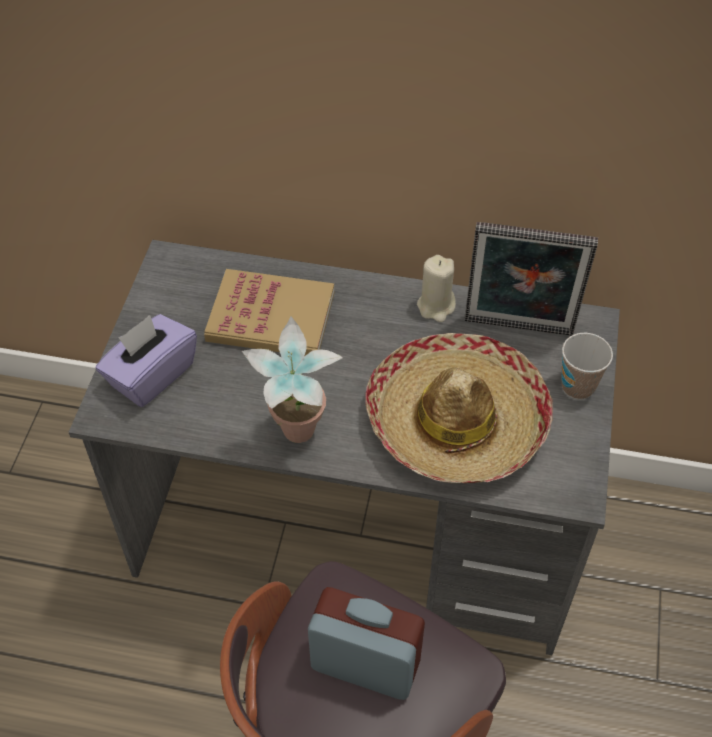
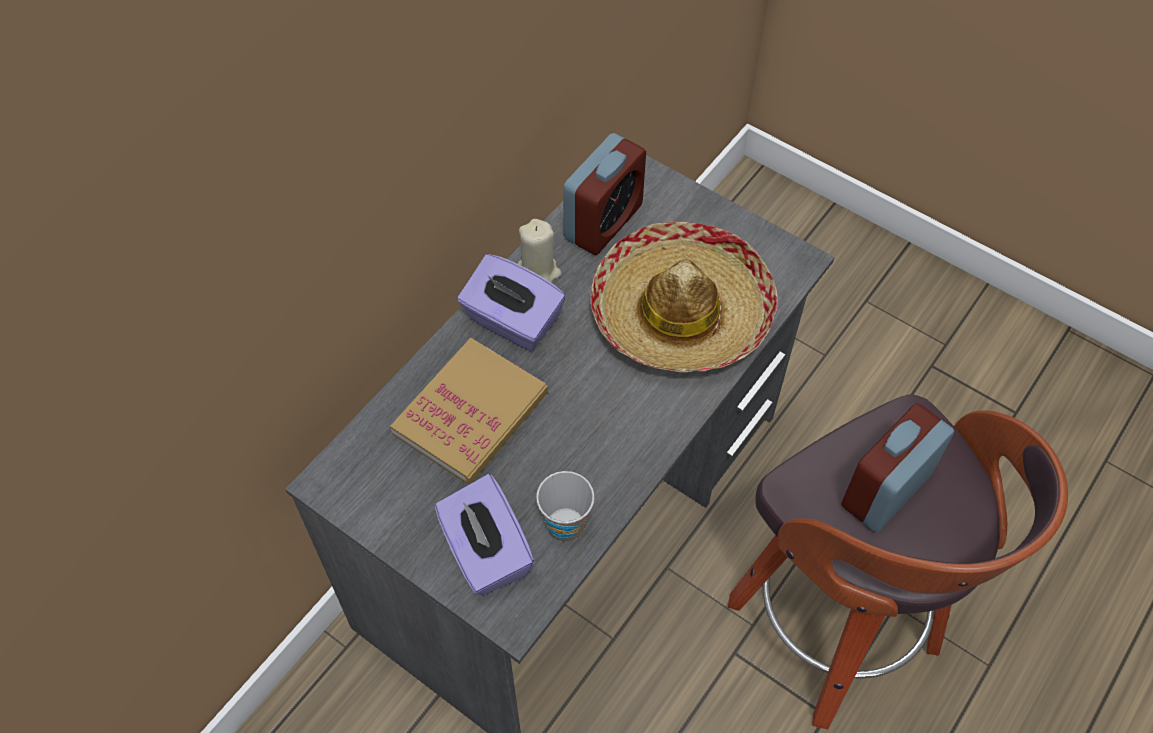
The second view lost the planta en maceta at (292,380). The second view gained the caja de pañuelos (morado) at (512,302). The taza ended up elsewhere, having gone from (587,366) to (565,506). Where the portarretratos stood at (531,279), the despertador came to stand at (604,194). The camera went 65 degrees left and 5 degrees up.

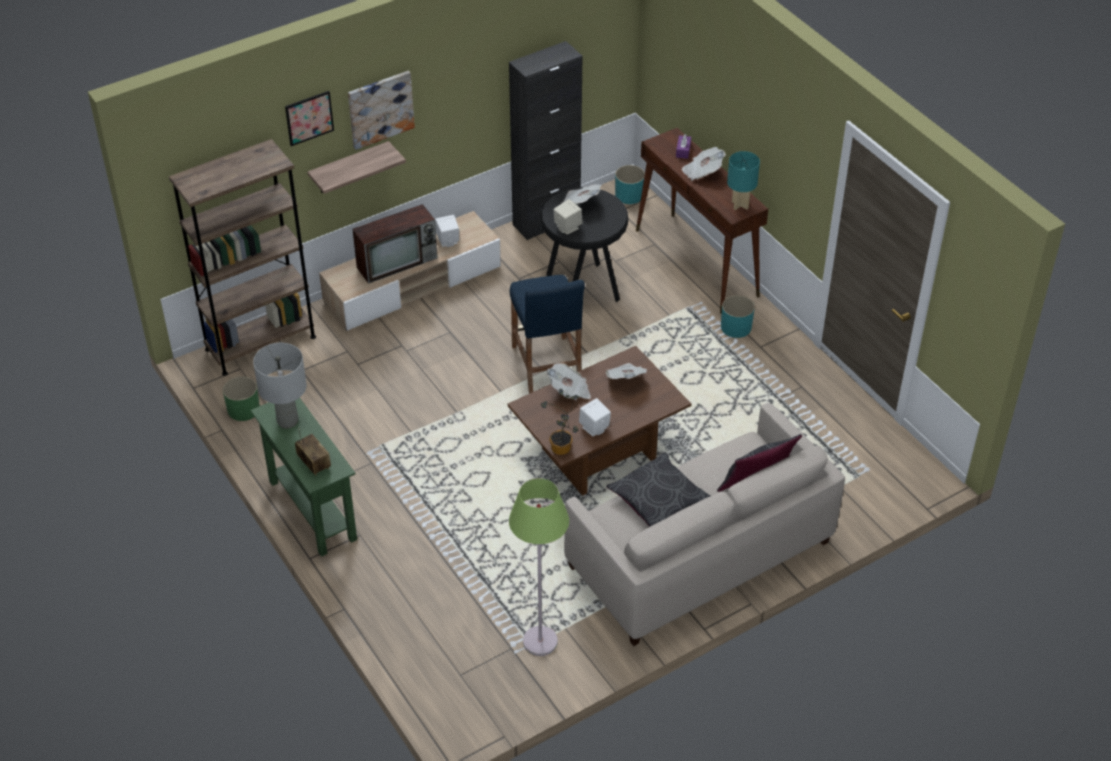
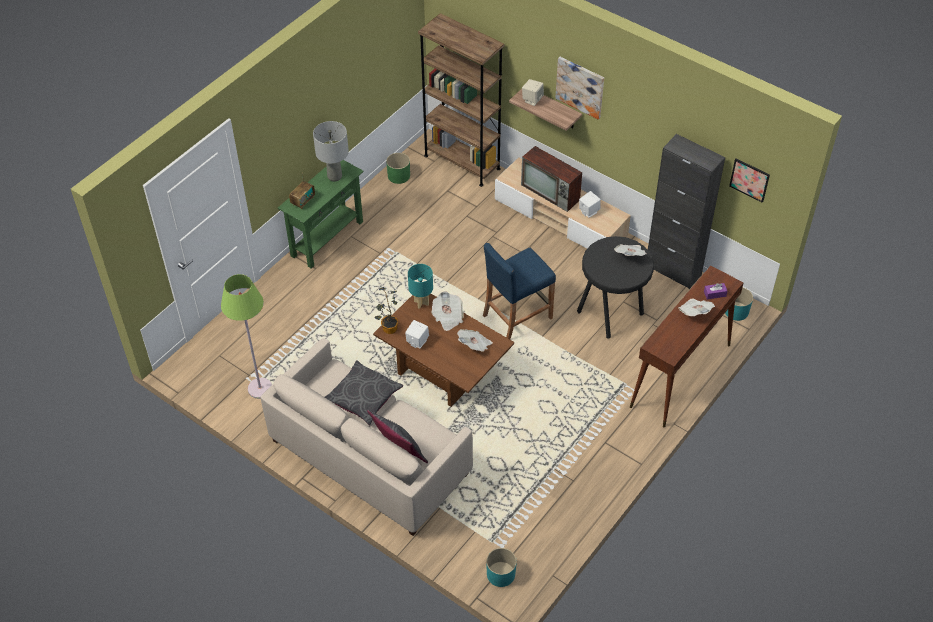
The cuadro ended up elsewhere, having gone from (309,118) to (749,181). The altavoz (beis) ended up elsewhere, having gone from (568,217) to (533,92). The maceta (turquesa) ended up elsewhere, having gone from (738,316) to (501,567). The lámpara de mesa (turquesa) ended up elsewhere, having gone from (743,180) to (420,286). The camera went 70 degrees right and 5 degrees up.

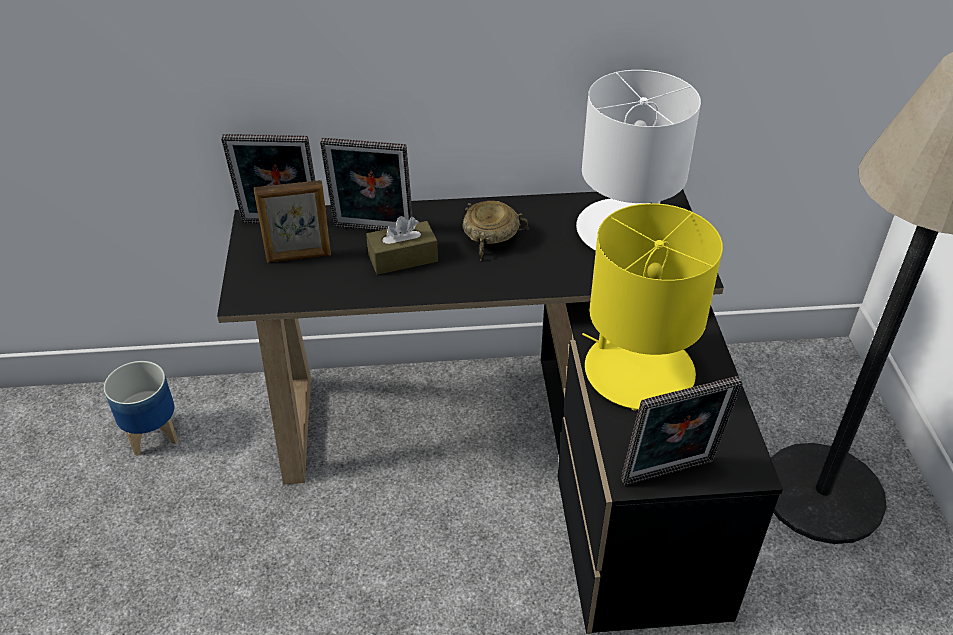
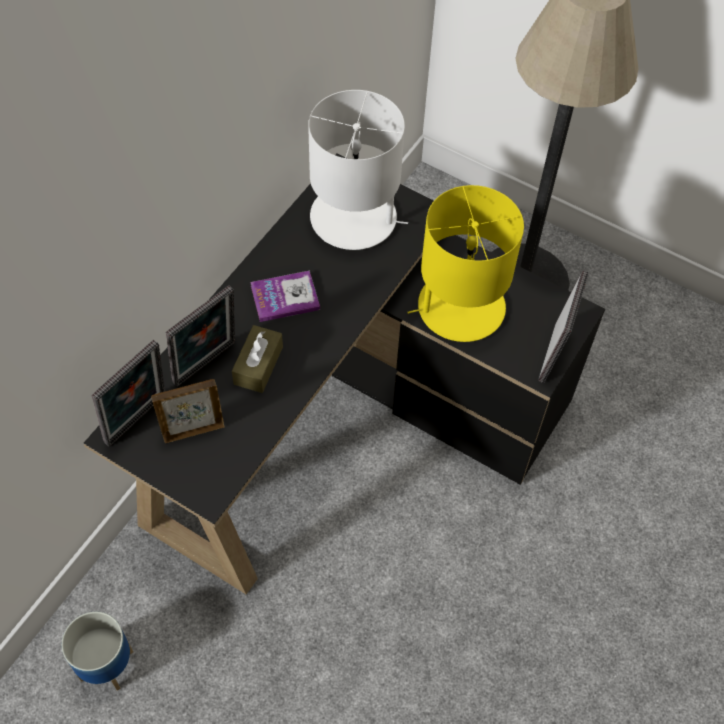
Where the cuenco (beis) stood at (496,231), the libro came to stand at (285,296). The portarretratos at (292,221) ended up facing another way, 135 degrees counterclockwise from before. The camera went 55 degrees left and 15 degrees up.

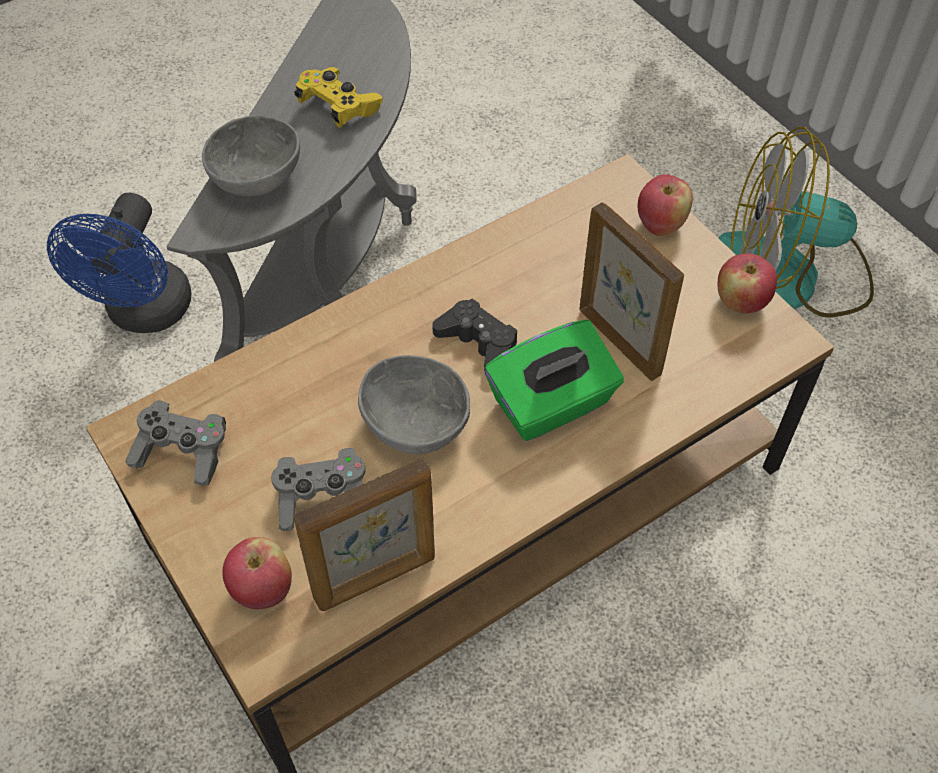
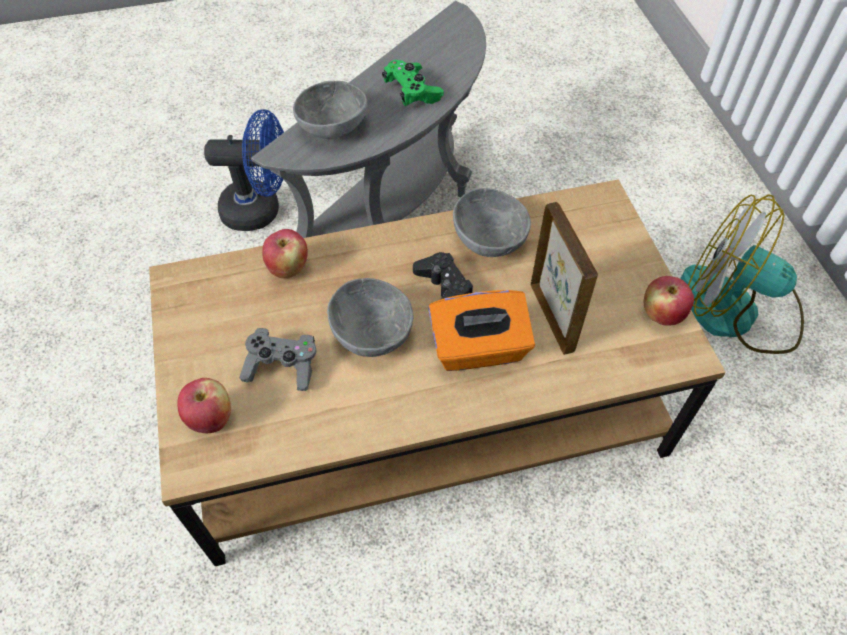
The second view lost the mando de consola (gris) at (176,442). The second view lost the portarretratos at (364,534). The second view gained the cuenco (gris) at (492,222). The manzana ended up elsewhere, having gone from (665,205) to (285,253). What was the mando de consola (amarillo) at (338,97) turned into the mando de consola (verde) at (413,83). What was the caja de pañuelos (verde) at (554,380) turned into the caja de pañuelos (naranja) at (481,330). The ventilador (azul) at (119,263) ended up facing another way, 120 degrees counterclockwise from before. The camera went 20 degrees right and 0 degrees up.

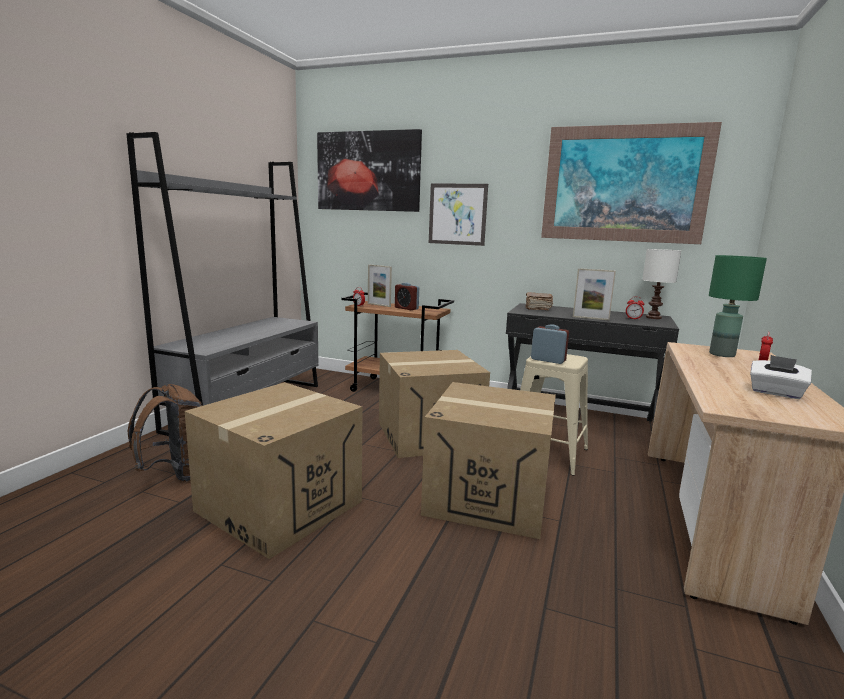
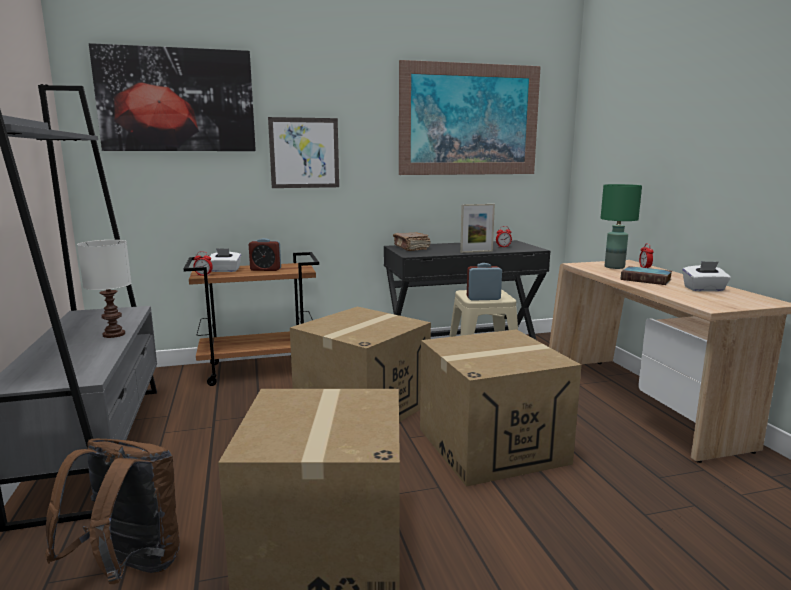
The second view gained the libro at (646,275). The lámpara de mesa (blanco) ended up elsewhere, having gone from (661,284) to (104,289). Where the portarretratos stood at (380,285), the caja de pañuelos (blanco) came to stand at (225,260). The camera went 35 degrees left and 0 degrees up.

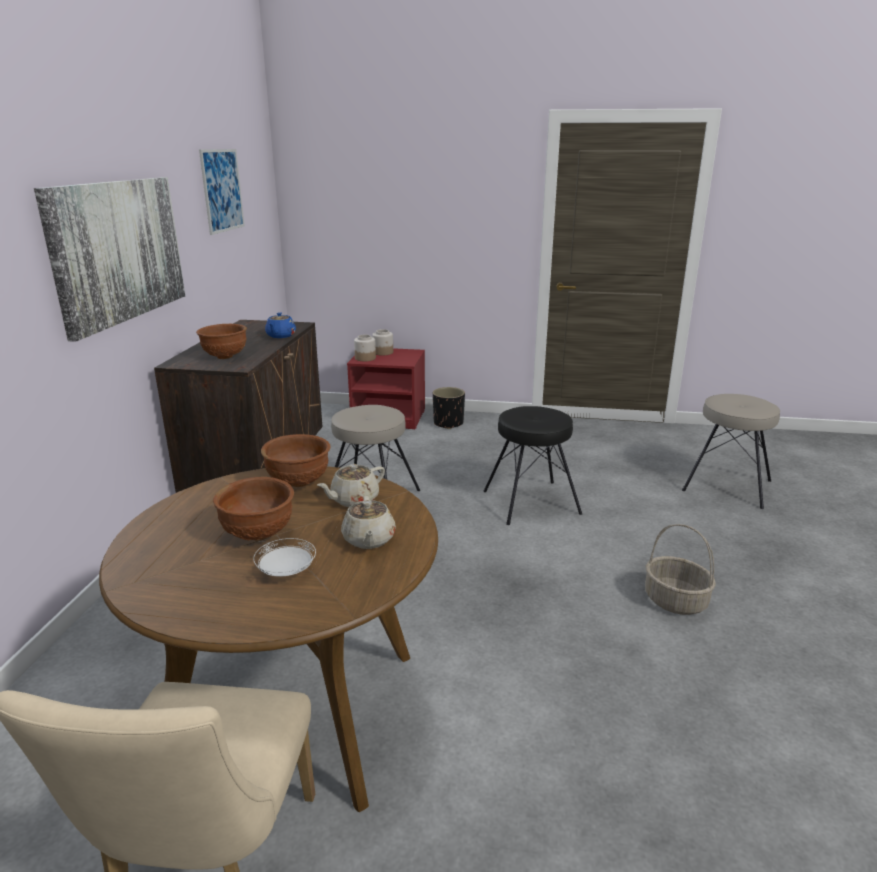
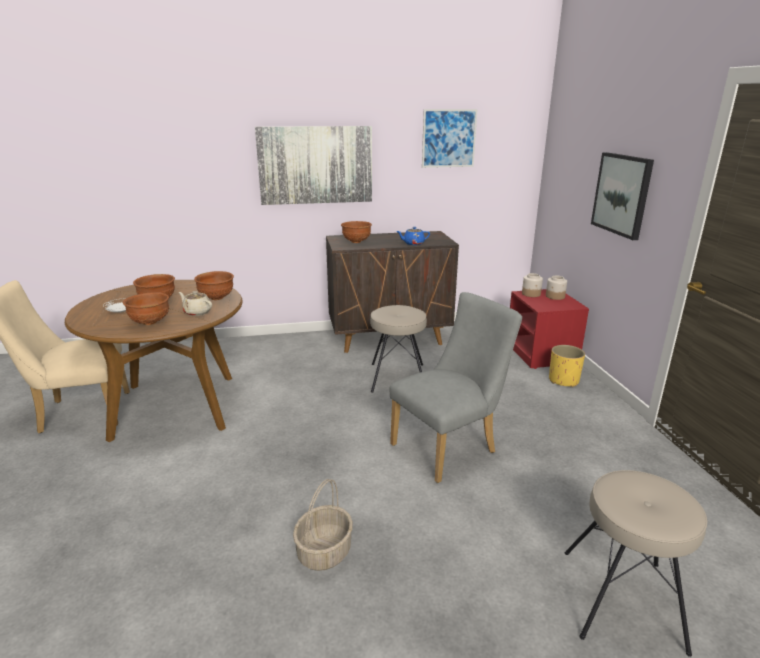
The second view gained the cuadro at (622,196). Where the tetera (beis) stood at (368,522), the cuenco (marrón) came to stand at (146,308). Where the taburete (negro) stood at (532,465), the silla (gris) came to stand at (455,387). What was the maceta (negro) at (449,408) turned into the maceta (amarillo) at (567,366). The camera went 70 degrees right and 0 degrees up.

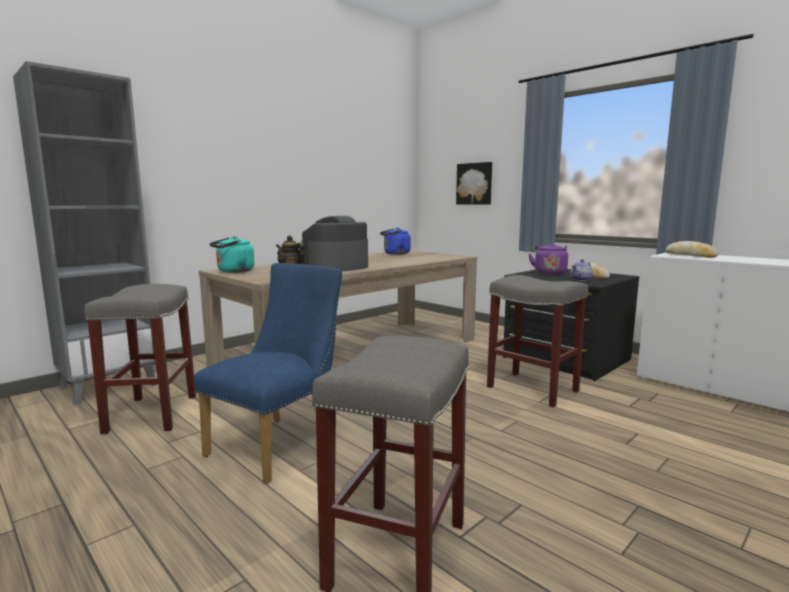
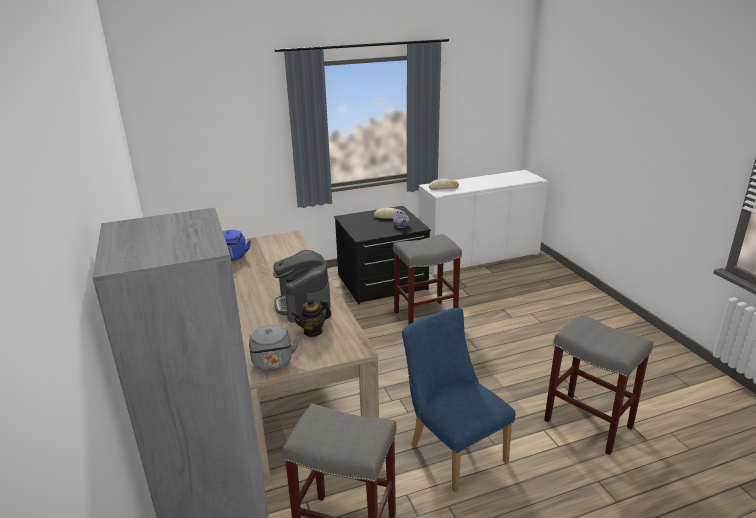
The second view lost the cuadro at (474,183). The second view lost the hervidor (morado) at (548,259). What was the hervidor (turquesa) at (232,254) turned into the hervidor (gris) at (274,348). The camera went 65 degrees left and 15 degrees up.

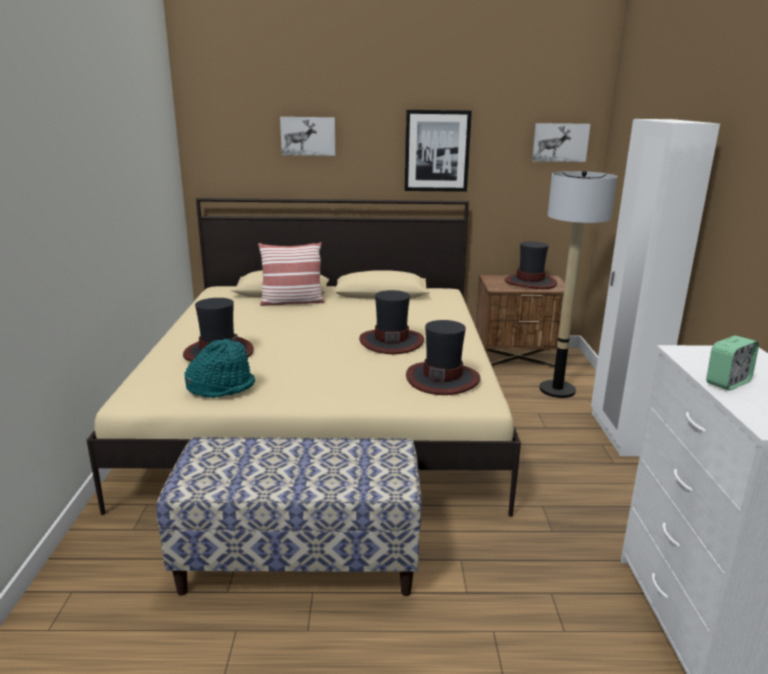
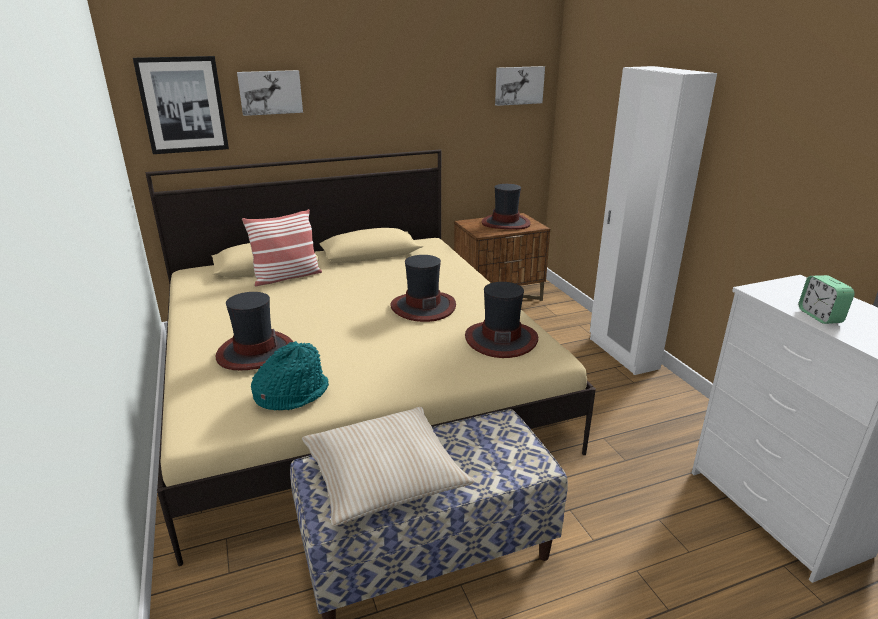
The second view lost the lámpara de pie at (578,284). The second view gained the cojín (beis) at (388,466). The cuadro ended up elsewhere, having gone from (438,151) to (181,105). The despertador at (732,363) ended up facing another way, 135 degrees clockwise from before. The camera went 20 degrees left and 5 degrees up.

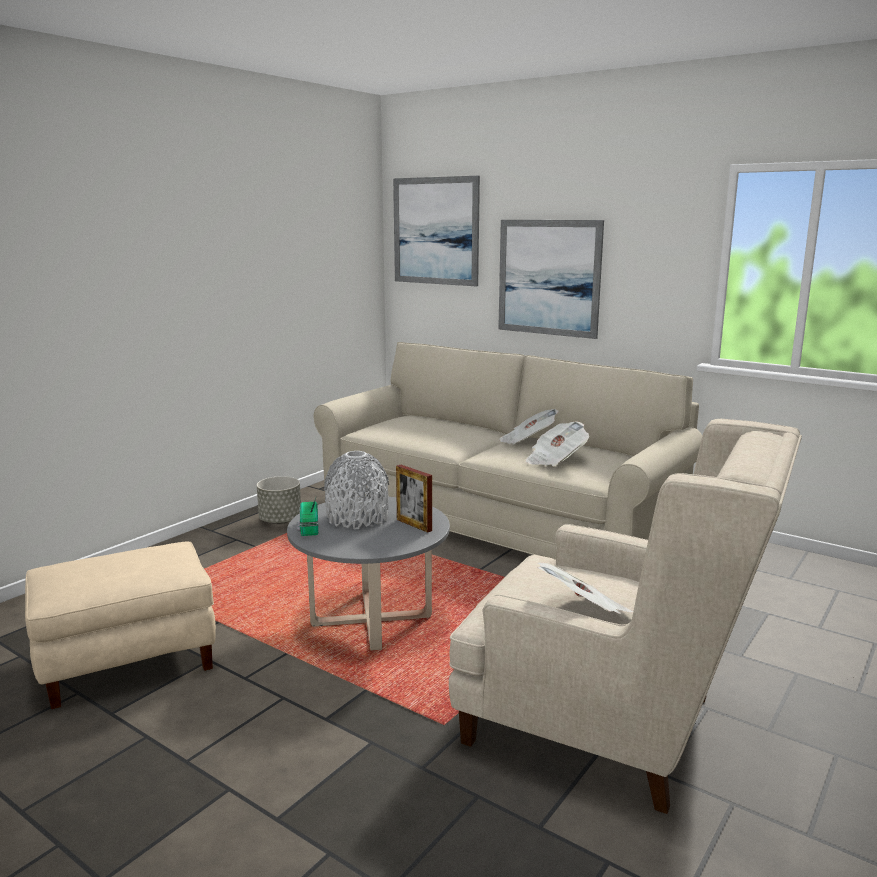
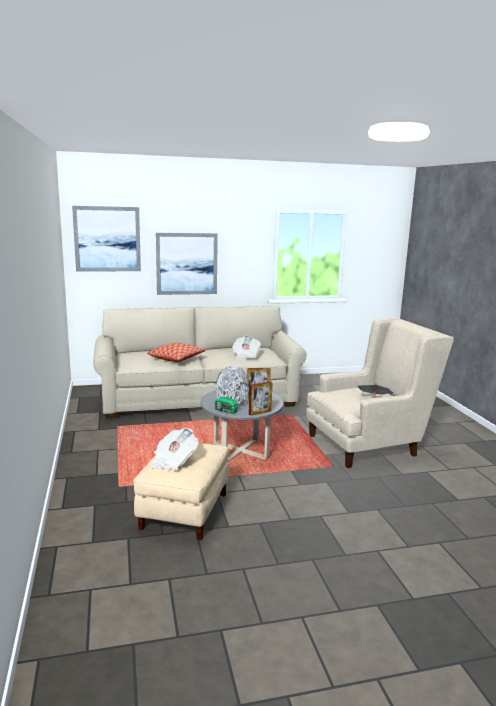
The second view lost the maceta (gris) at (279,500). The second view gained the cojín at (176,352). The second view gained the portarretratos at (261,398). The periódico ended up elsewhere, having gone from (529,427) to (174,449). The camera went 50 degrees left and 0 degrees up.

